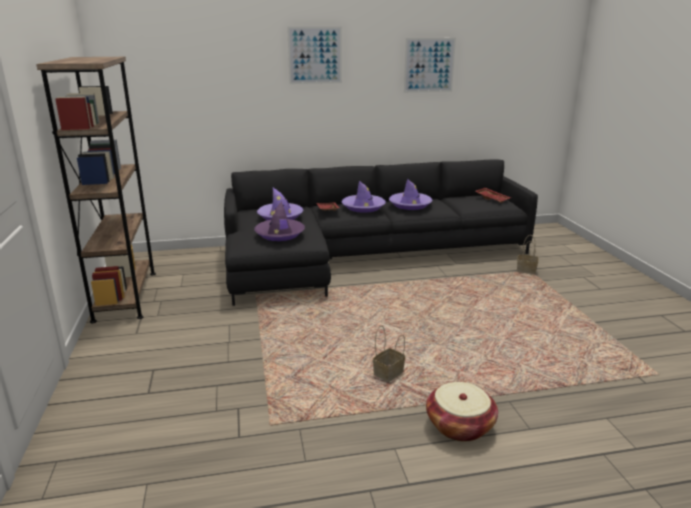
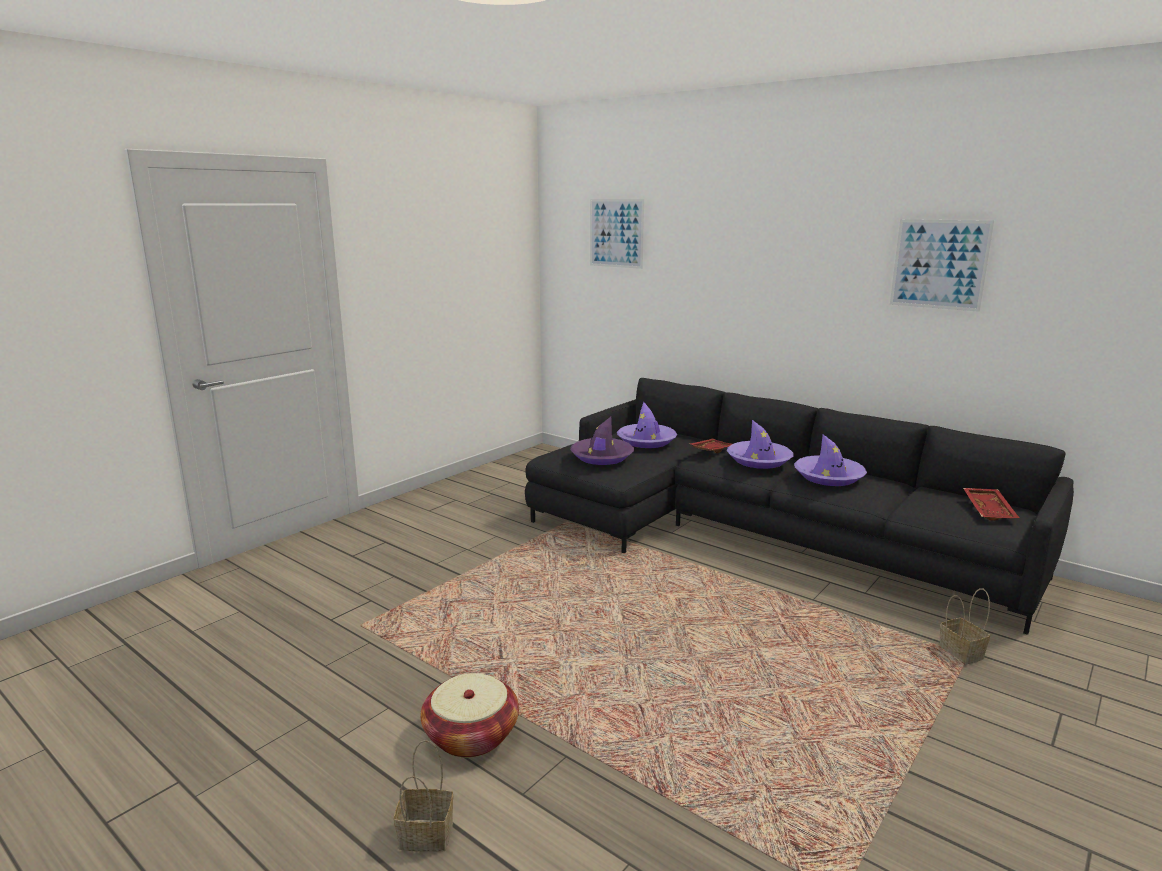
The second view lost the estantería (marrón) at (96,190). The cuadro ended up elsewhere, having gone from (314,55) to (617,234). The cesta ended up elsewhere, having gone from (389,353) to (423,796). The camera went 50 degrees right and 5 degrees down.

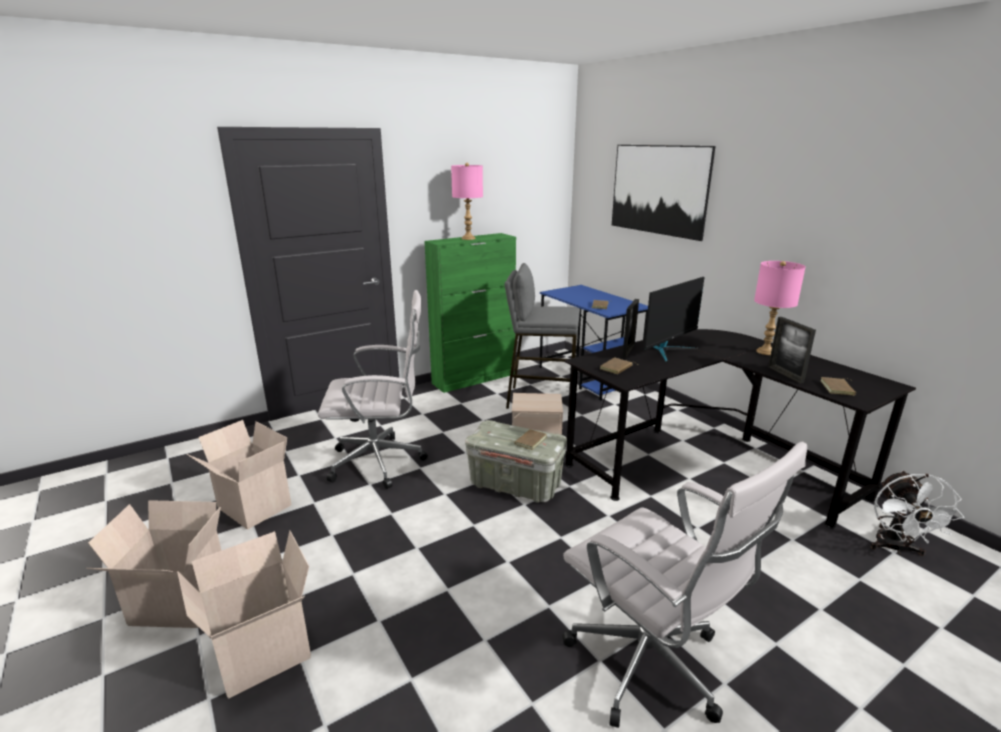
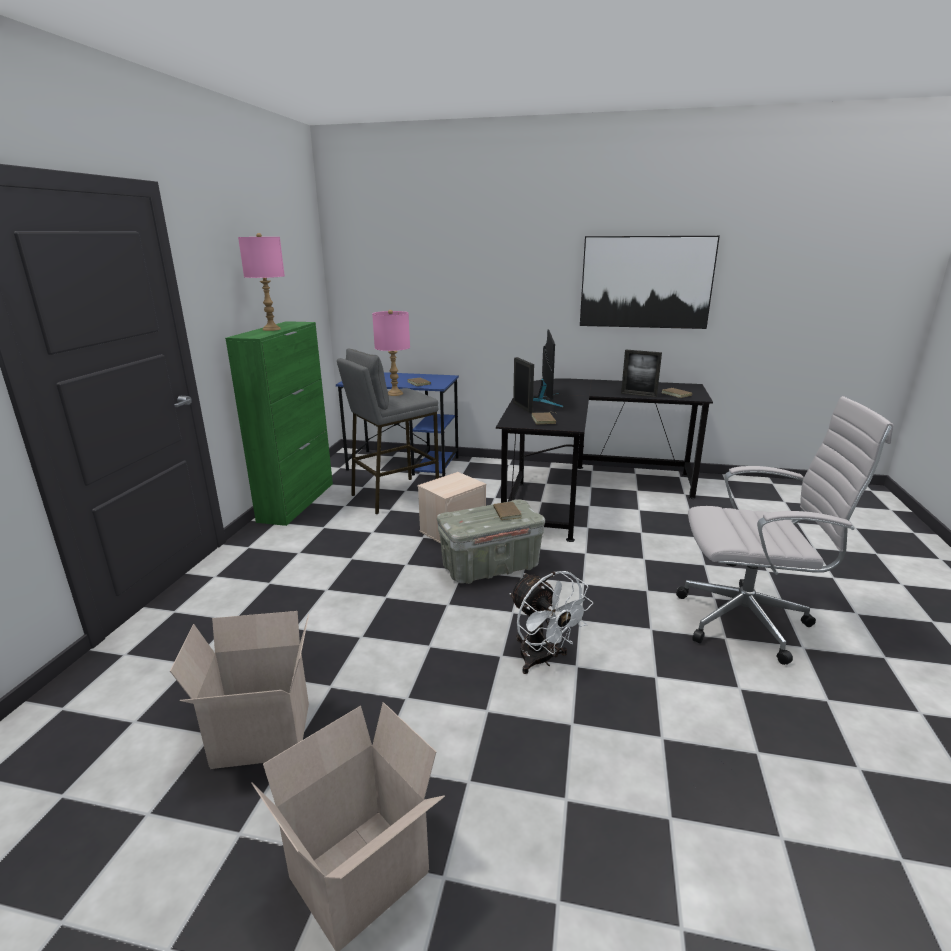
The second view lost the caja de cartón at (244,614). The second view lost the silla de oficina (blanco) at (373,389). The cuadro ended up elsewhere, having gone from (664,193) to (650,282). The lámpara de mesa (rosa) ended up elsewhere, having gone from (780,308) to (391,353). The ventilador (blanco) ended up elsewhere, having gone from (917,513) to (551,622). The camera went 45 degrees left and 0 degrees up.

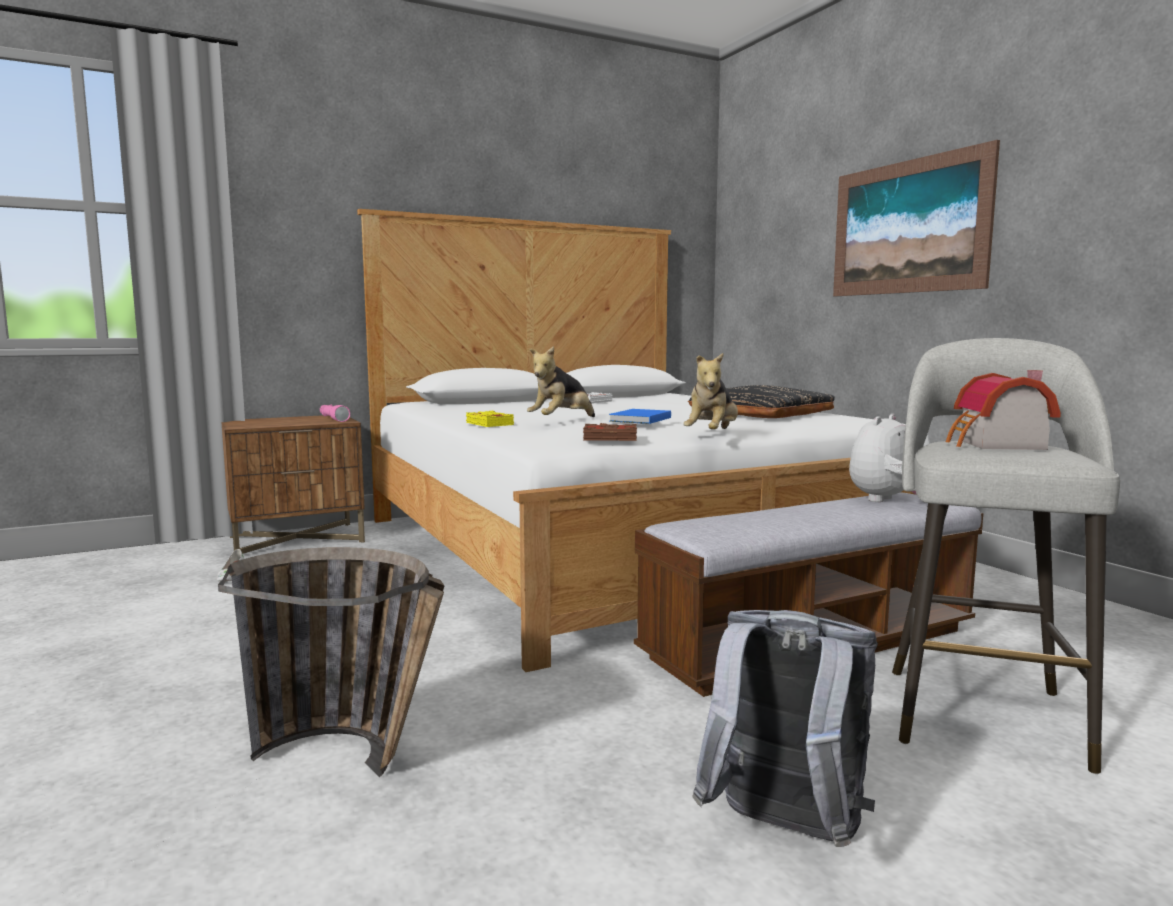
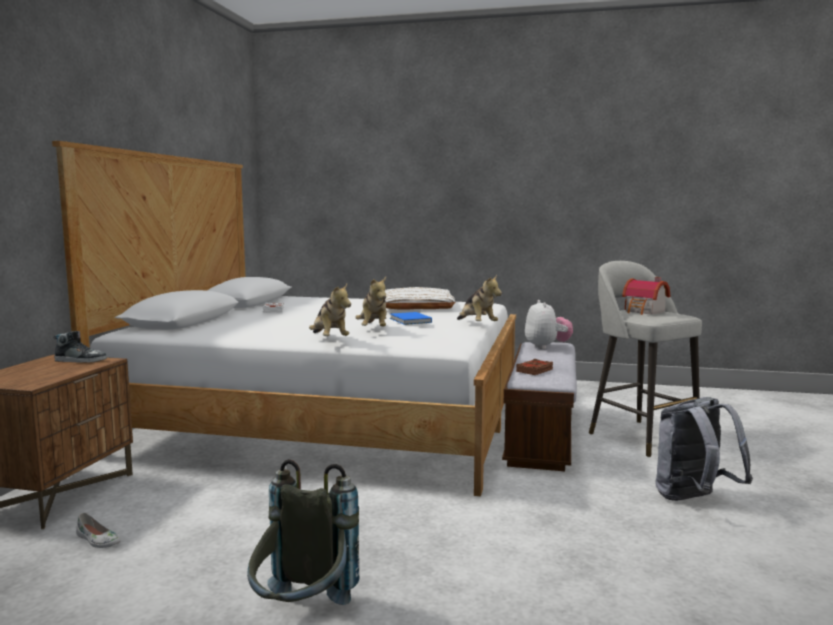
The second view lost the cesta at (331,662). The second view lost the cuadro at (916,218). The second view gained the mochila (gris) at (303,532). The libro (marrón) ended up elsewhere, having gone from (610,432) to (534,367). Where the linterna (rosa) stood at (335,413), the zapato came to stand at (80,347). Where the libro (amarillo) stood at (490,419), the peluche came to stand at (330,310). What was the cojín (negro) at (761,401) turned into the cojín (blanco) at (420,298). The camera went 50 degrees left and 0 degrees up.

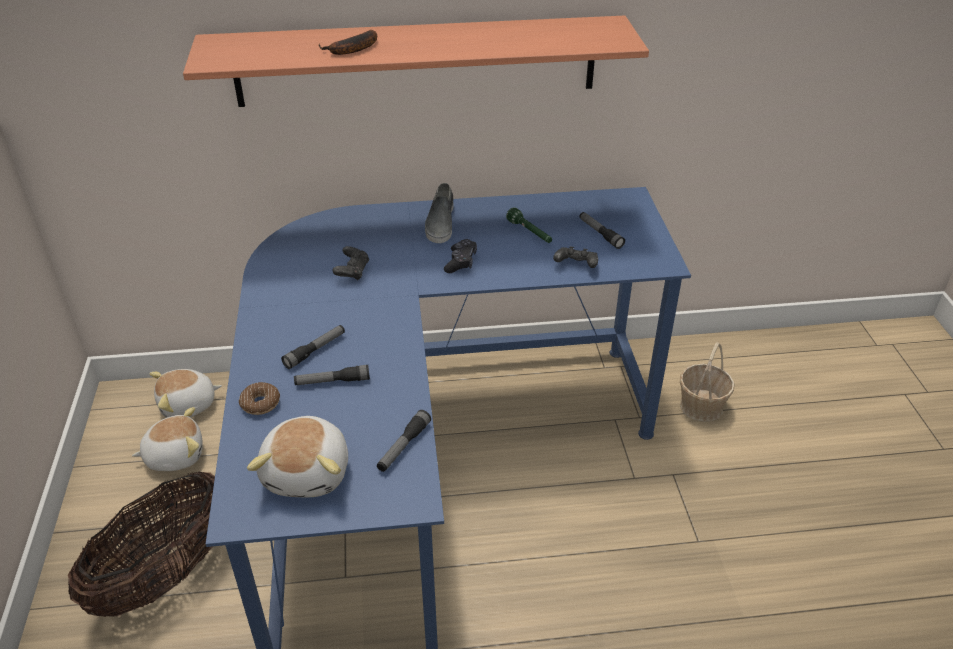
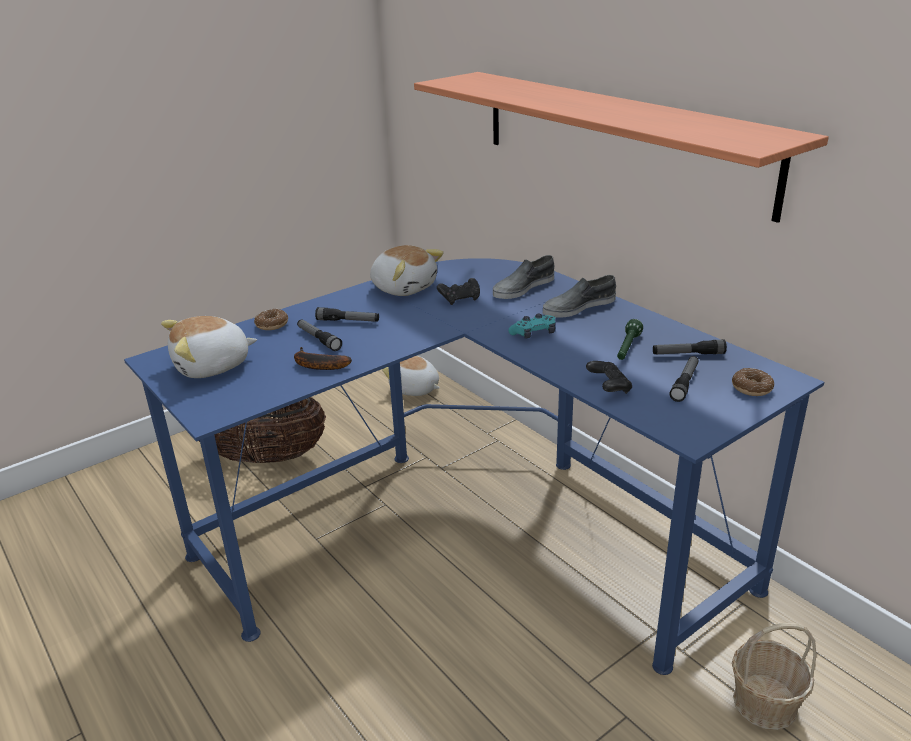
The second view gained the zapato (gris) at (523,277). The second view gained the rosquilla at (753,382). The peluche ended up elsewhere, having gone from (167,439) to (406,270). The plátano ended up elsewhere, having gone from (348,42) to (323,358). The linterna ended up elsewhere, having gone from (404,441) to (690,346). What was the mando de consola (negro) at (460,256) turned into the mando de consola (turquesa) at (531,326). The camera went 60 degrees right and 10 degrees down.

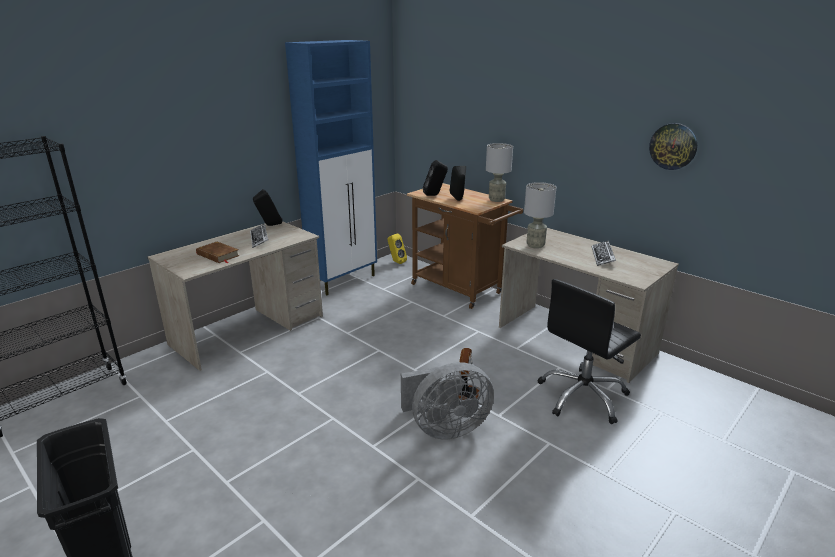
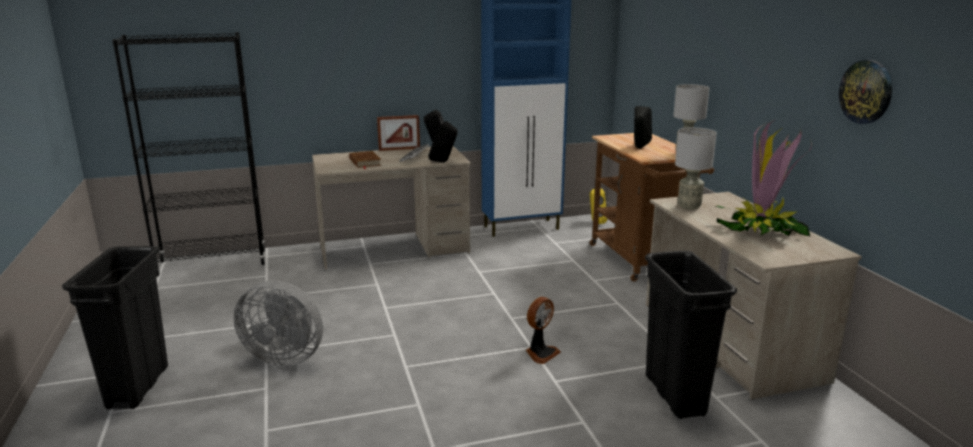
The second view gained the portarretratos at (398,133). The ventilador (gris) ended up elsewhere, having gone from (447,400) to (278,324). The altavoz (negro) ended up elsewhere, having gone from (435,178) to (443,141). Where the silla de oficina (negro) stood at (589,351), the papelera (negro) came to stand at (691,335). Where the teclado stood at (604,253), the planta en maceta came to stand at (763,178). The camera went 30 degrees right and 5 degrees down.

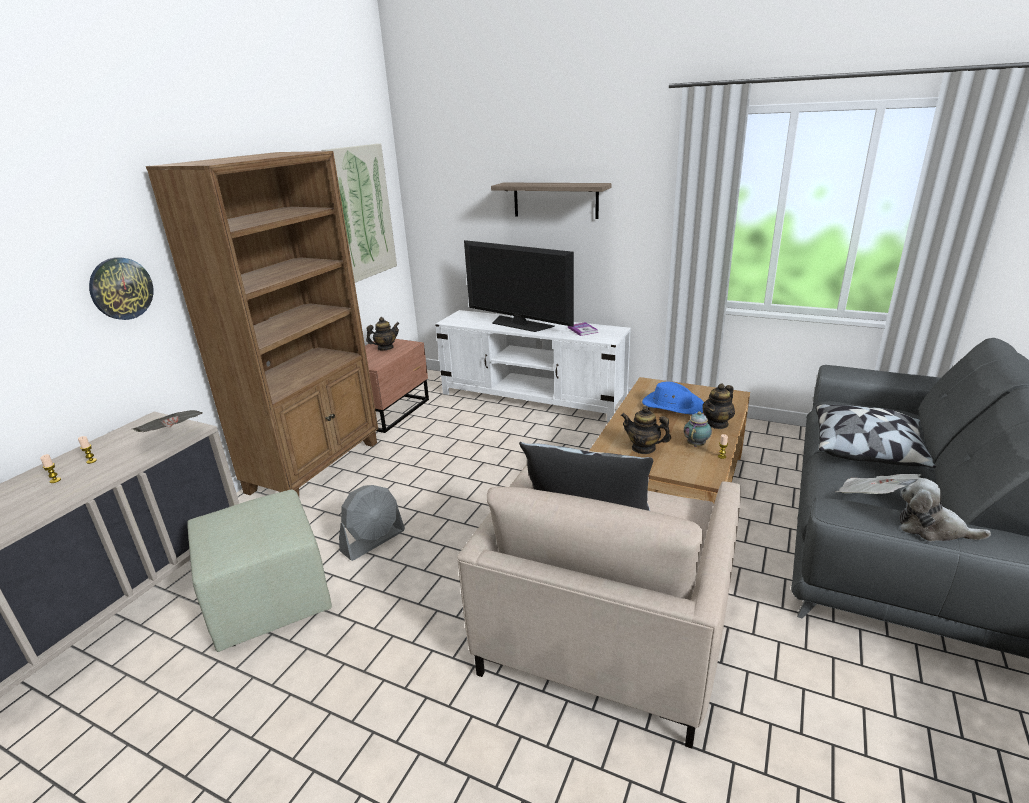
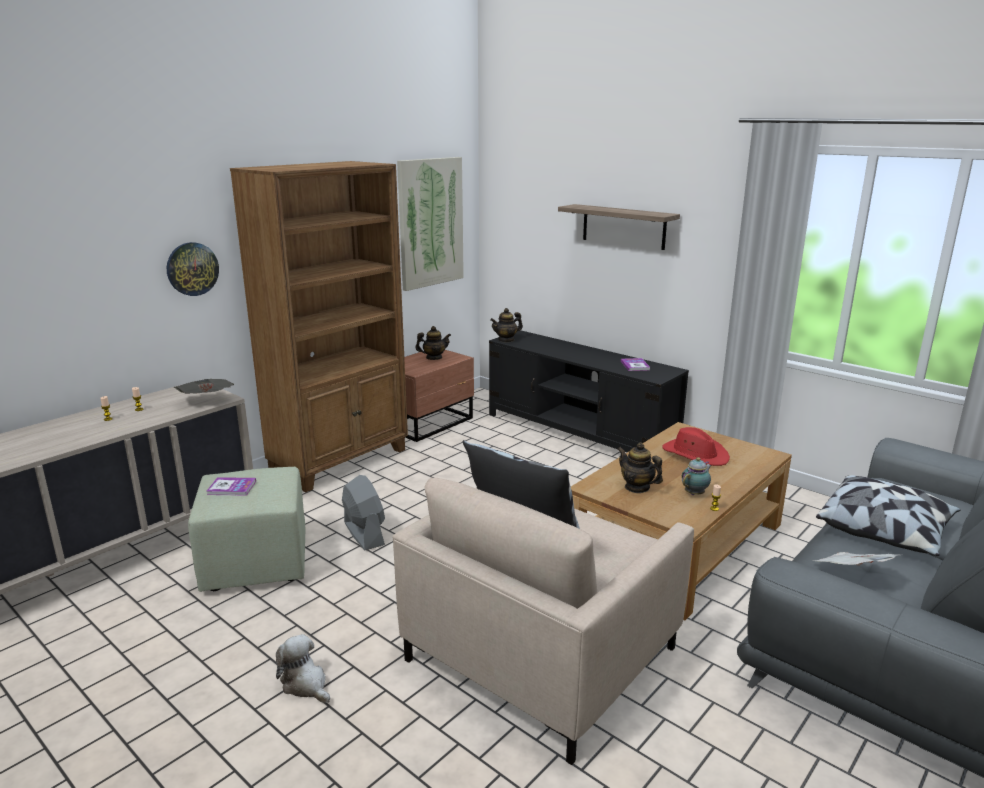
The second view lost the televisor at (519,286). The second view gained the libro at (231,486). The tetera ended up elsewhere, having gone from (718,406) to (506,325). The peluche ended up elsewhere, having gone from (945,509) to (303,668). What was the mueble de televisión (blanco) at (533,366) turned into the mueble de televisión (negro) at (589,391). What was the sombrero (azul) at (673,398) turned into the sombrero (rojo) at (696,446). The ventilador (gris) at (372,523) ended up facing another way, 90 degrees counterclockwise from before. The camera went 15 degrees right and 5 degrees down.

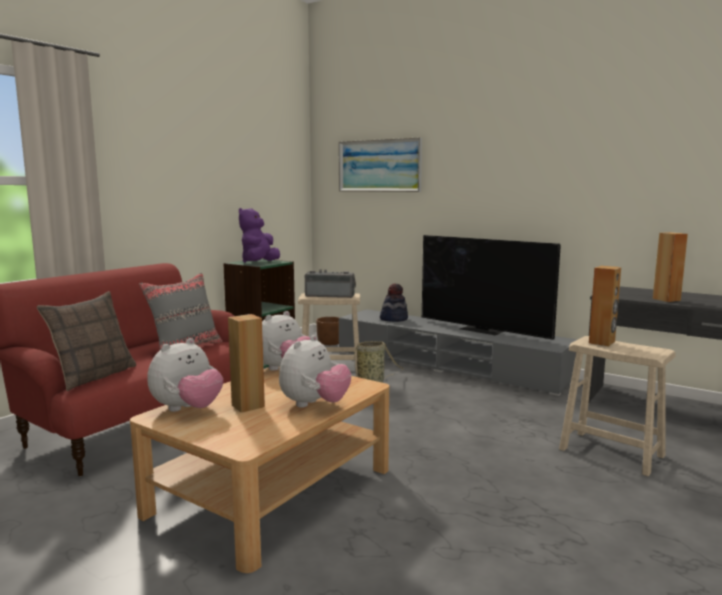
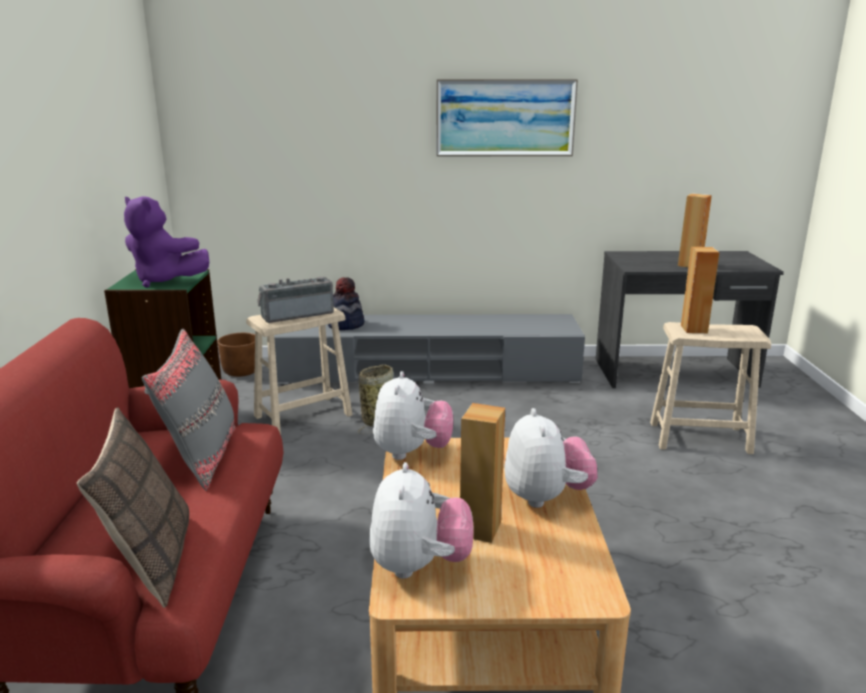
The second view lost the televisor at (491,287). The cuadro ended up elsewhere, having gone from (380,164) to (507,117). The peluche (morado) at (259,235) ended up facing another way, 45 degrees counterclockwise from before. The camera went 35 degrees left and 10 degrees up.

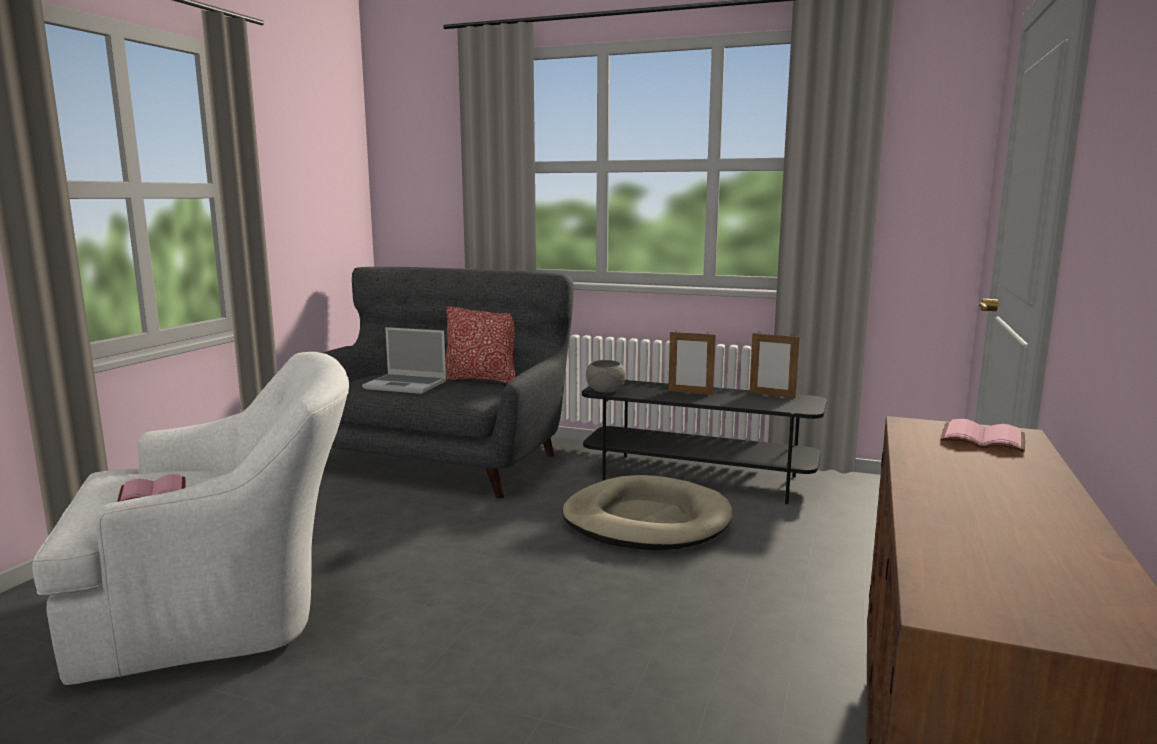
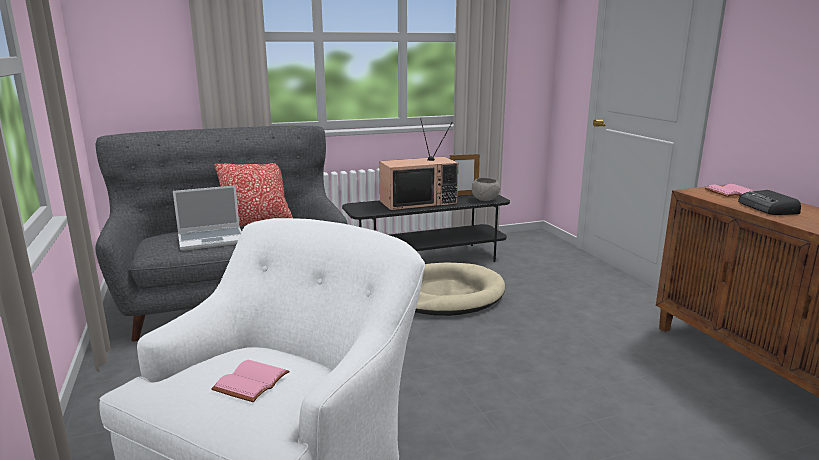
The second view gained the radio at (769,202). The cuenco (gris) ended up elsewhere, having gone from (606,376) to (486,189). Where the portarretratos stood at (692,362), the televisor came to stand at (418,164). The camera went 40 degrees left and 5 degrees up.

